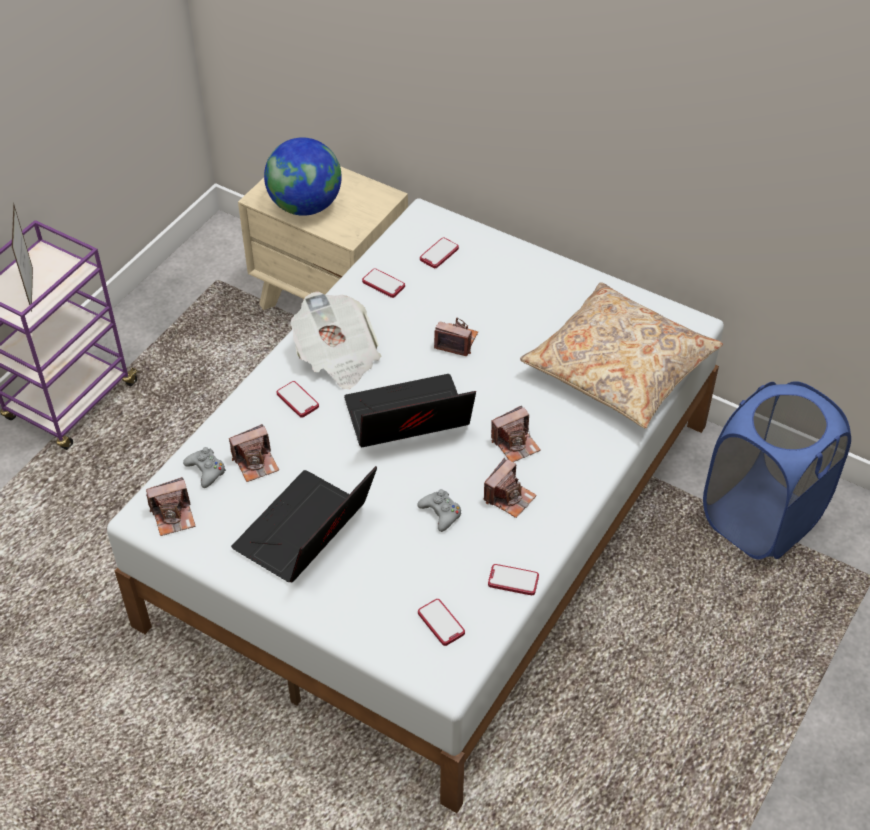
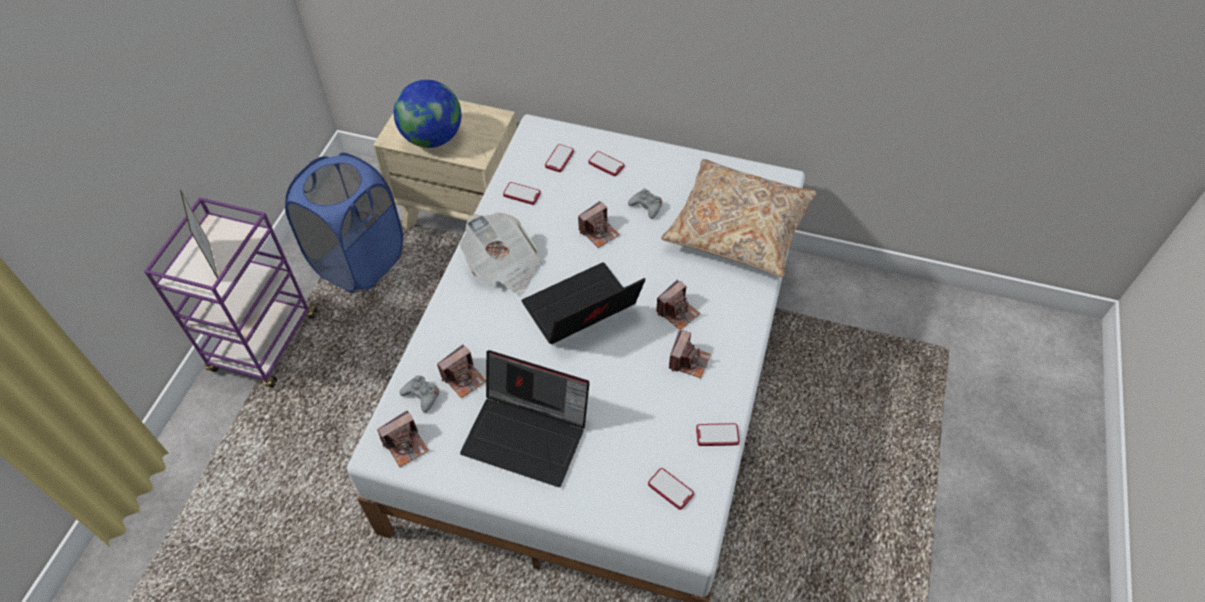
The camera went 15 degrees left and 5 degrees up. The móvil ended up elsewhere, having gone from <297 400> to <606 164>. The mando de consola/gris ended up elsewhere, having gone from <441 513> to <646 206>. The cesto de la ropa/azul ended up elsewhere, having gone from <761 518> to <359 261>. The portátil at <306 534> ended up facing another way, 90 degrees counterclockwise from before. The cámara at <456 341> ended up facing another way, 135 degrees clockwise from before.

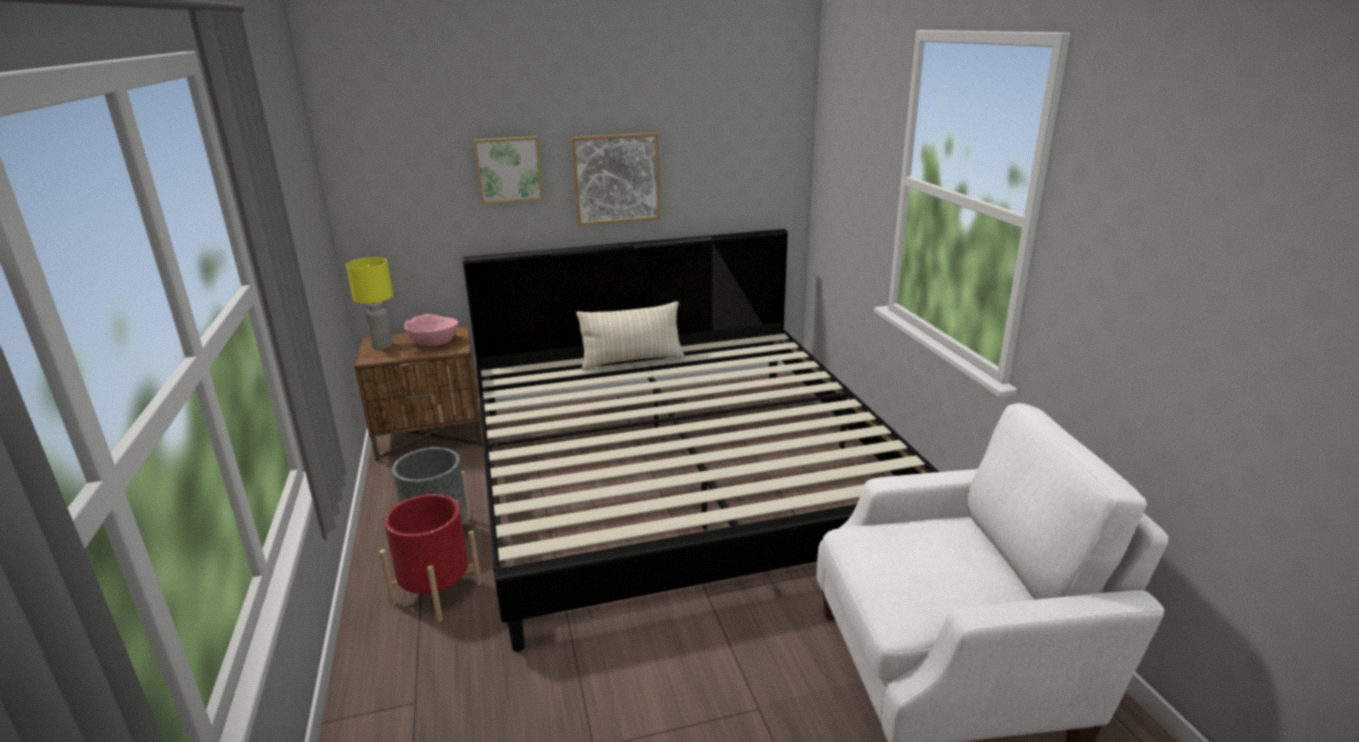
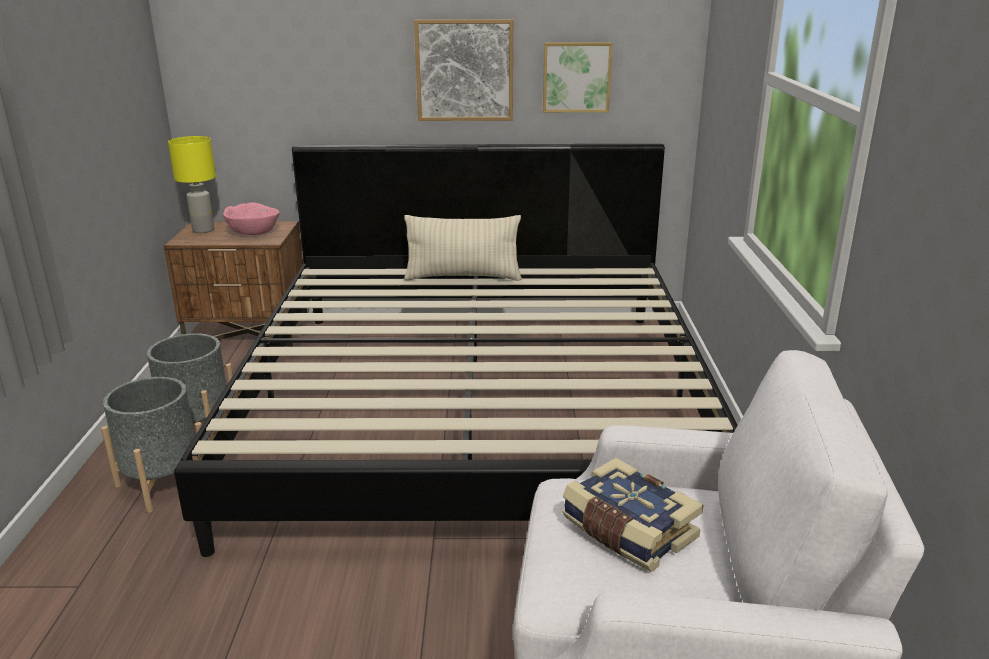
The camera went 15 degrees right and 0 degrees up. The second view gained the libro at <627 531>. The cuadro ended up elsewhere, having gone from <508 169> to <576 77>. What was the maceta/rojo at <436 593> turned into the maceta/gris at <163 483>.

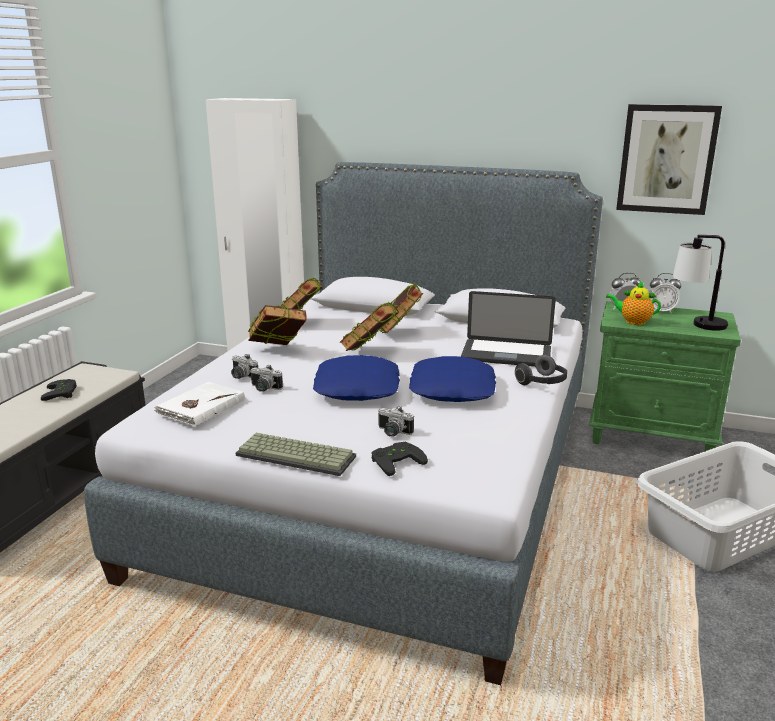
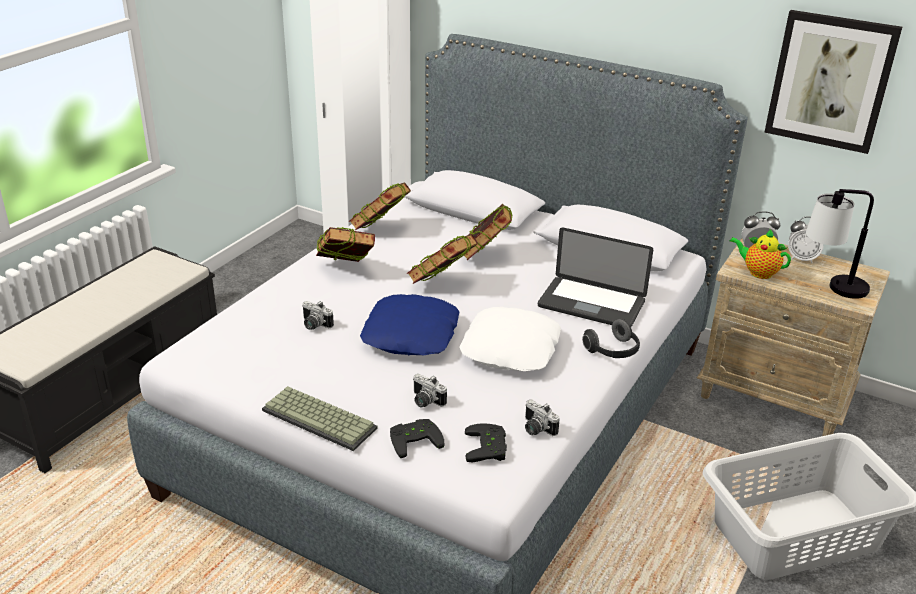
The camera went 10 degrees right and 10 degrees up. The second view lost the libro/blanco at <200 407>. The mando de consola/negro ended up elsewhere, having gone from <62 393> to <489 447>. The cámara ended up elsewhere, having gone from <241 376> to <536 429>. What was the cojín/azul at <453 389> turned into the cojín/blanco at <511 349>. What was the mesita de noche/verde at <652 436> turned into the mesita de noche/beis at <775 396>.

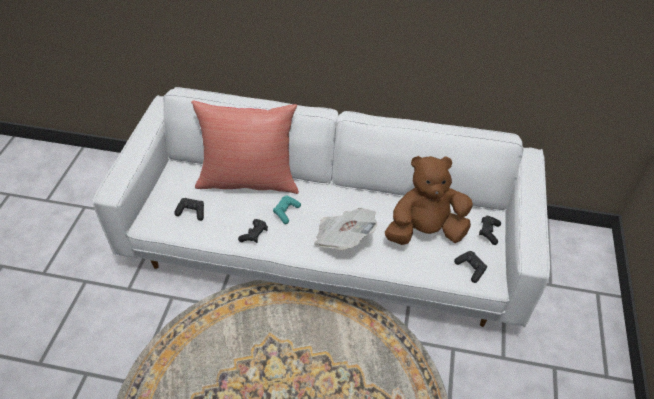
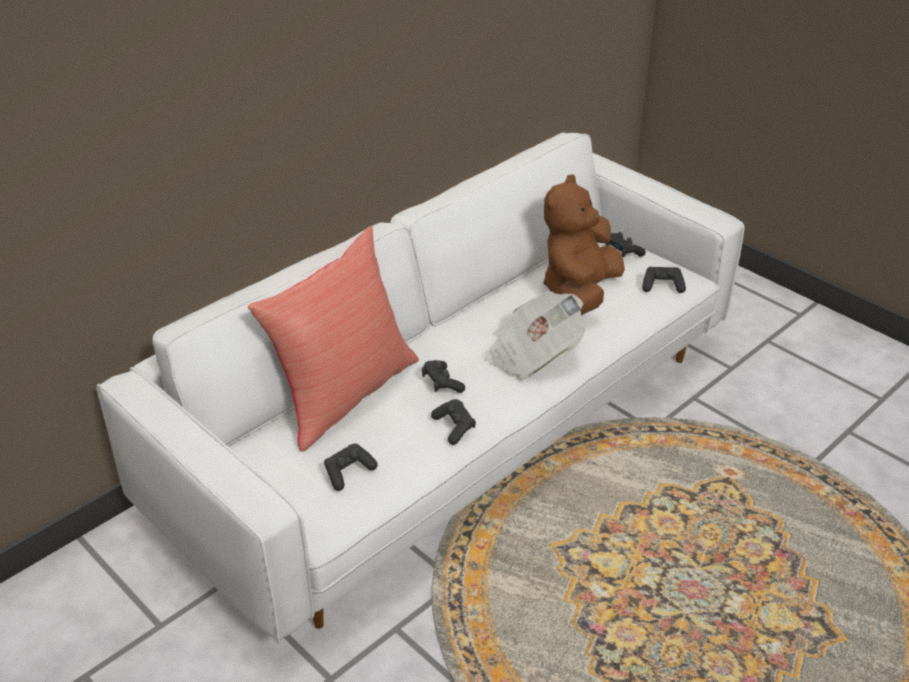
The camera went 55 degrees left and 10 degrees down. What was the mando de consola/turquesa at <286 212> turned into the mando de consola/negro at <441 383>.

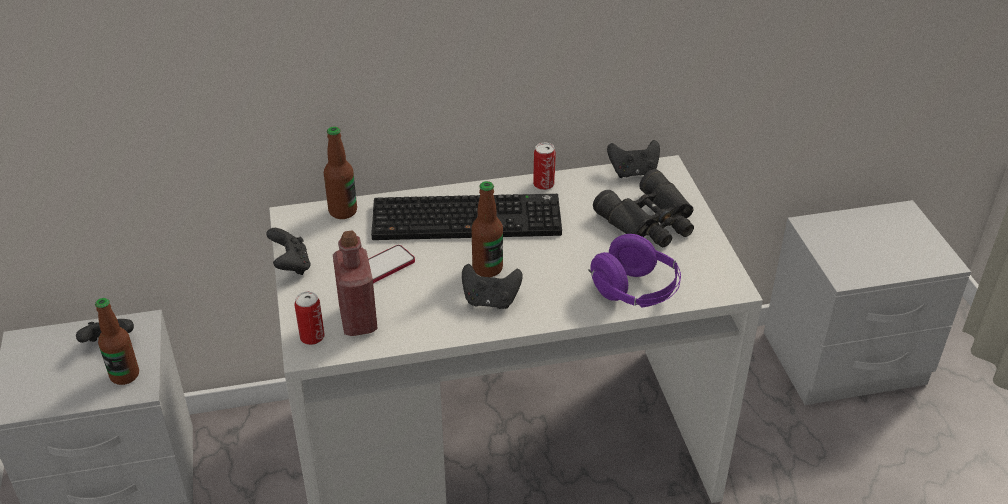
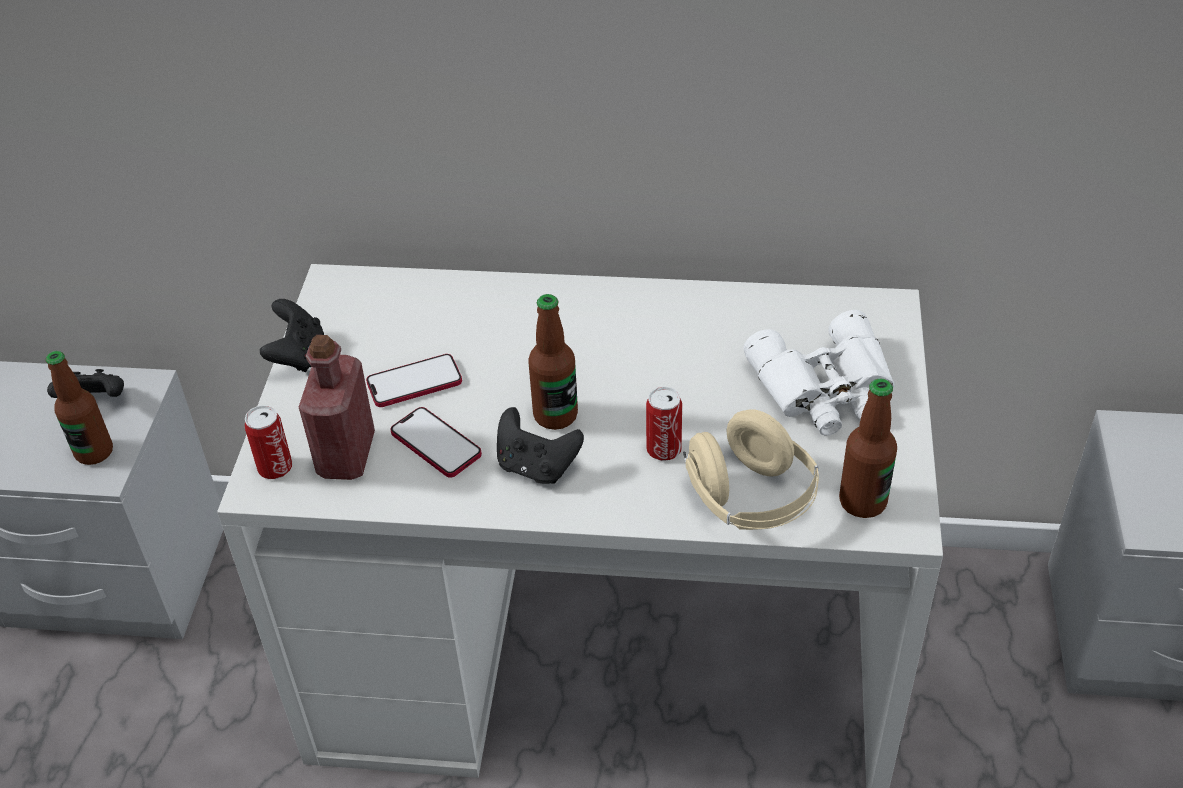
The camera went 20 degrees right and 5 degrees up. The second view lost the teclado at <468 218>. The second view lost the mando de consola/negro at <633 172>. The second view gained the móvil at <436 444>. The botella ended up elsewhere, having gone from <343 211> to <862 502>. The lata ended up elsewhere, having gone from <543 184> to <663 449>. What was the auriculares/morado at <634 292> turned into the auriculares/beis at <750 499>. What was the prismáticos/negro at <650 221> turned into the prismáticos/blanco at <826 389>.

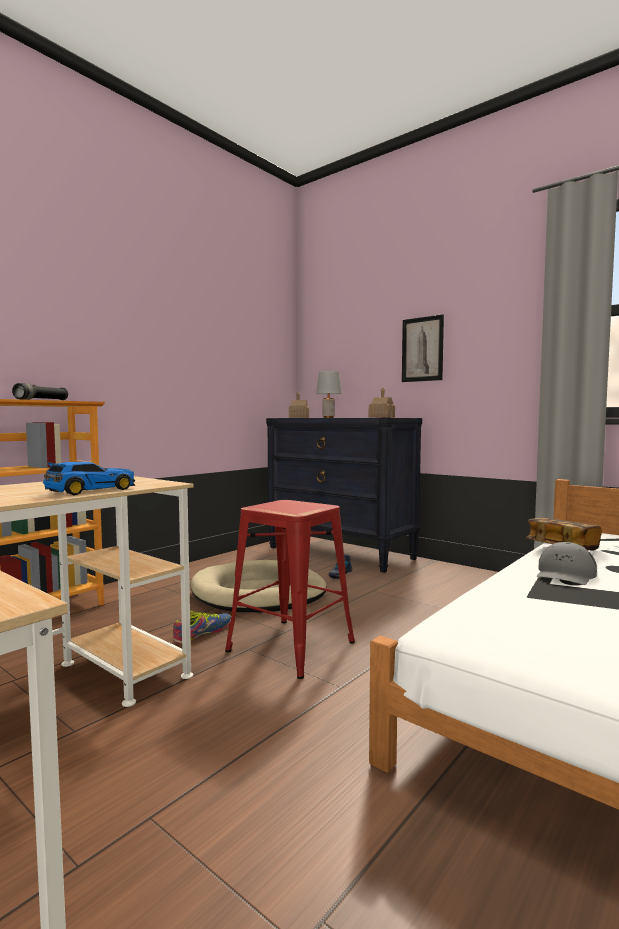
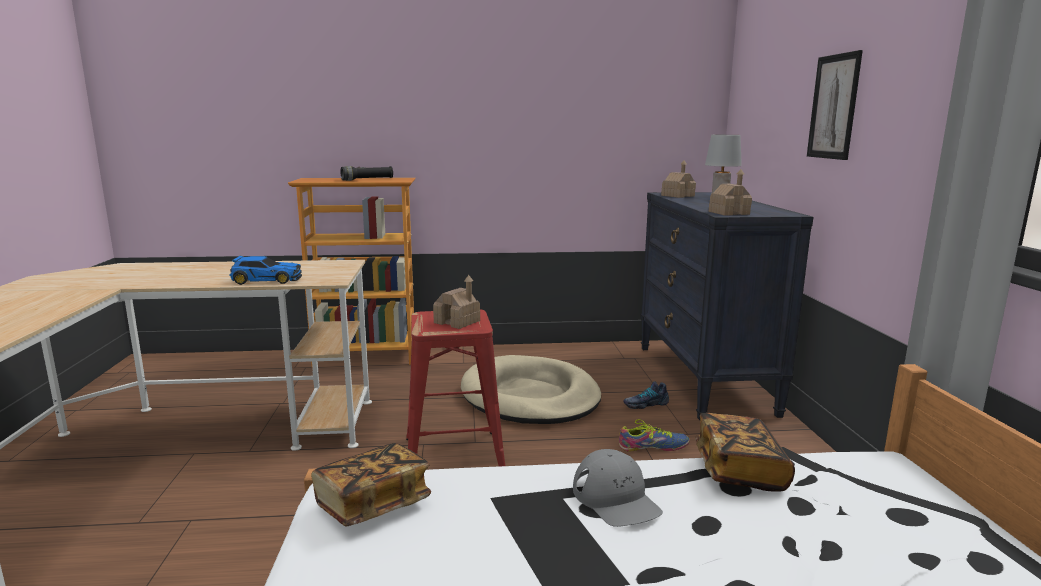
The camera went 45 degrees right and 10 degrees up. The second view gained the libro at <372 504>. The second view gained the casita at <457 322>. The zapato ended up elsewhere, having gone from <202 633> to <652 446>. The gorra/gris at <565 574> ended up facing another way, 105 degrees counterclockwise from before.

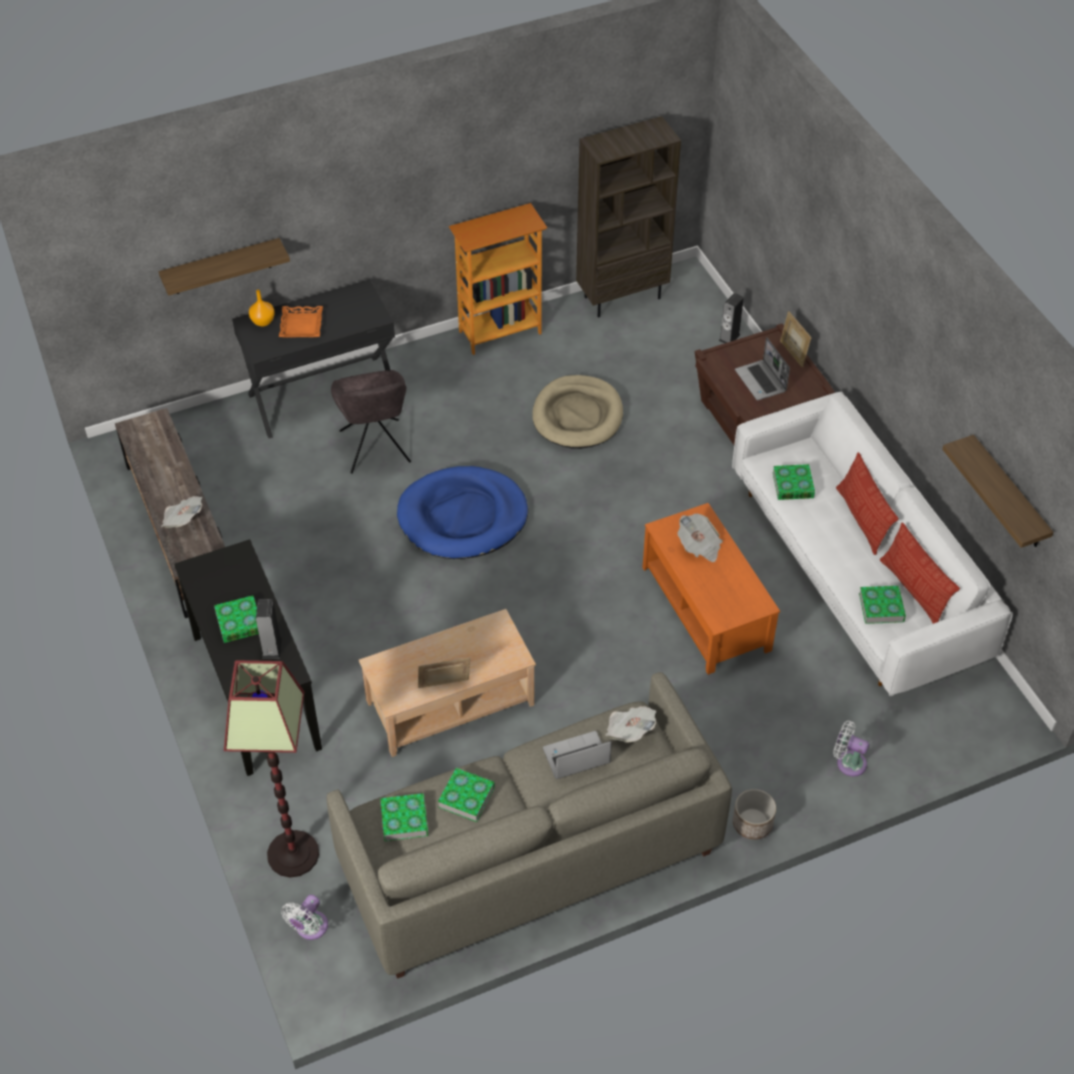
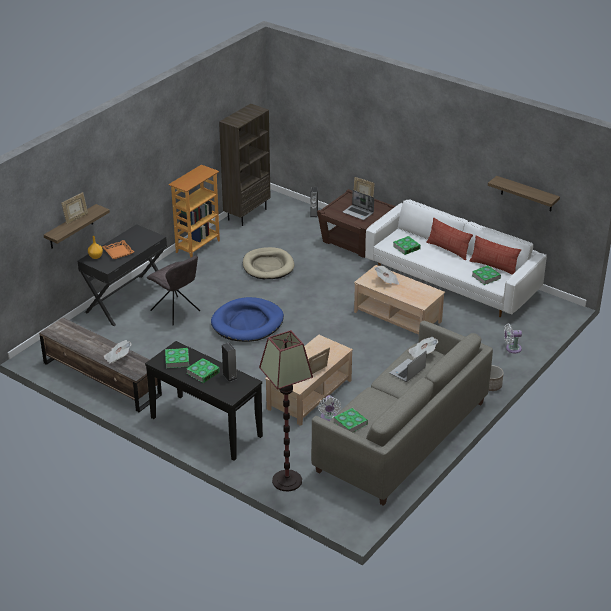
The camera went 30 degrees left and 15 degrees down. The second view gained the portarretratos at <76 218>. The ventilador/blanco ended up elsewhere, having gone from <309 928> to <329 418>. The libro ended up elsewhere, having gone from <466 797> to <177 360>. What was the mesa de centro/naranja at <707 608> turned into the mesa de centro/beis at <398 316>.

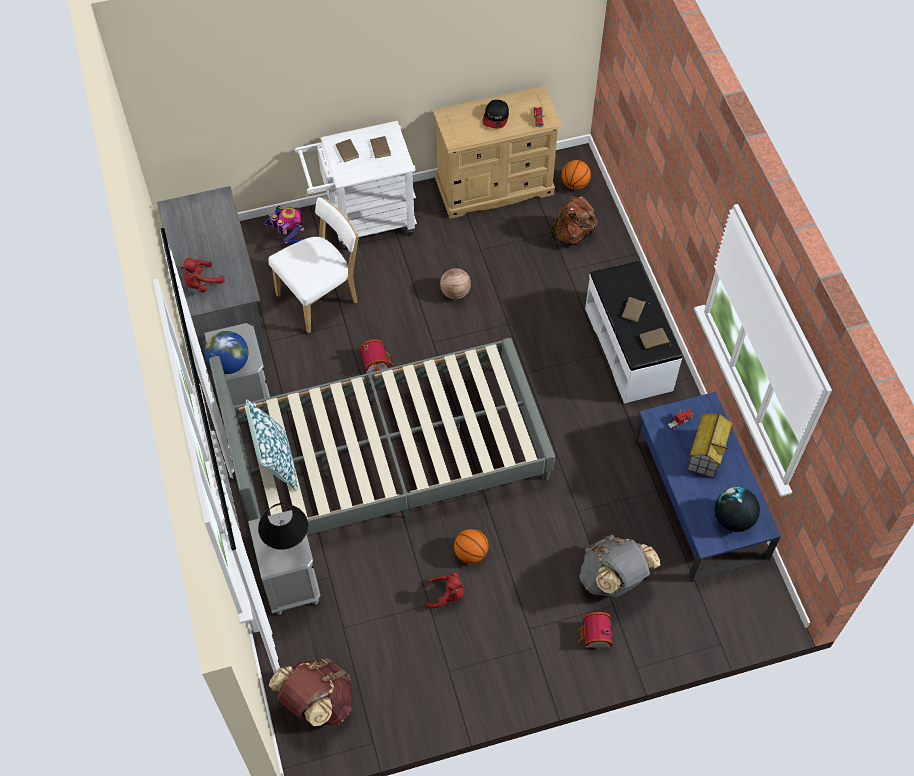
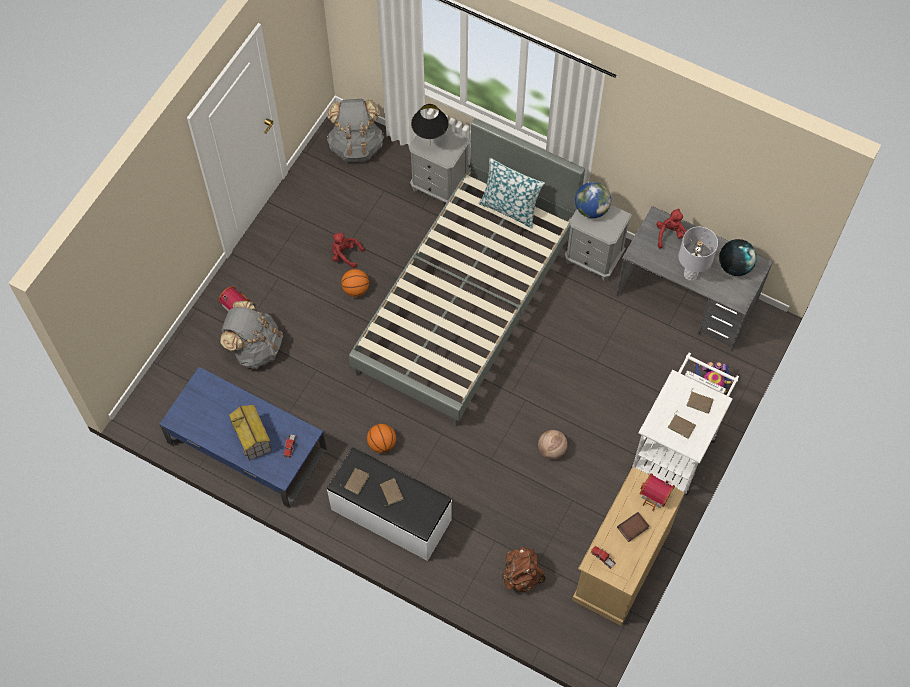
The camera went 135 degrees right and 5 degrees up. The second view lost the silla/blanco at <321 297>. The second view gained the lámpara de mesa/gris at <690 274>. The casita ended up elsewhere, having gone from <376 362> to <655 496>. The balón de baloncesto ended up elsewhere, having gone from <575 184> to <382 443>. The globo terráqueo ended up elsewhere, having gone from <733 519> to <734 266>. Where the gorra stood at <496 117>, the libro came to stand at <633 528>. What was the mochila/marrón at <317 702> turned into the mochila/gris at <356 145>. The peluche/rojo at <447 595> ended up facing another way, 60 degrees clockwise from before.

